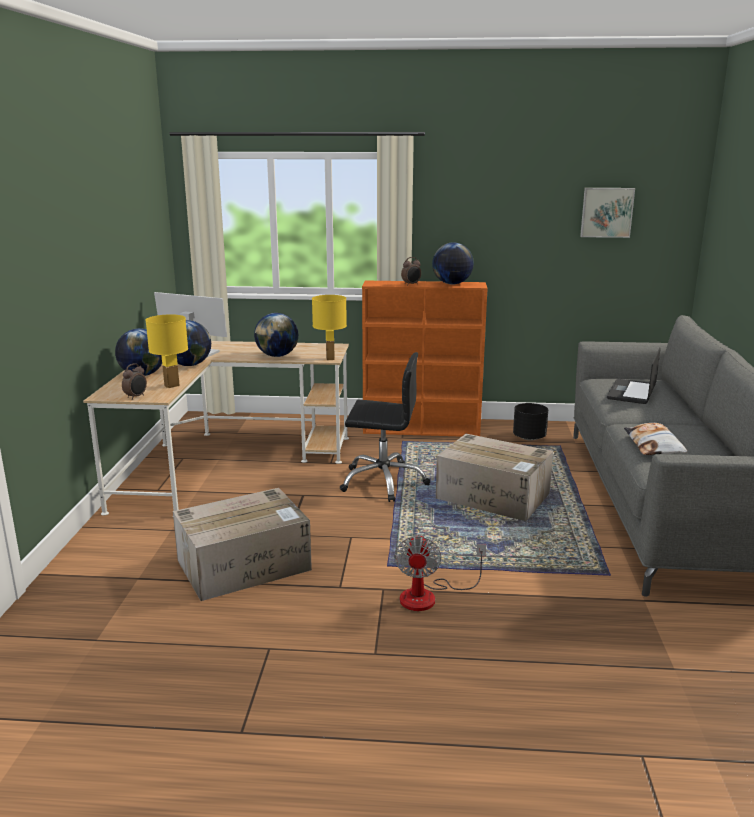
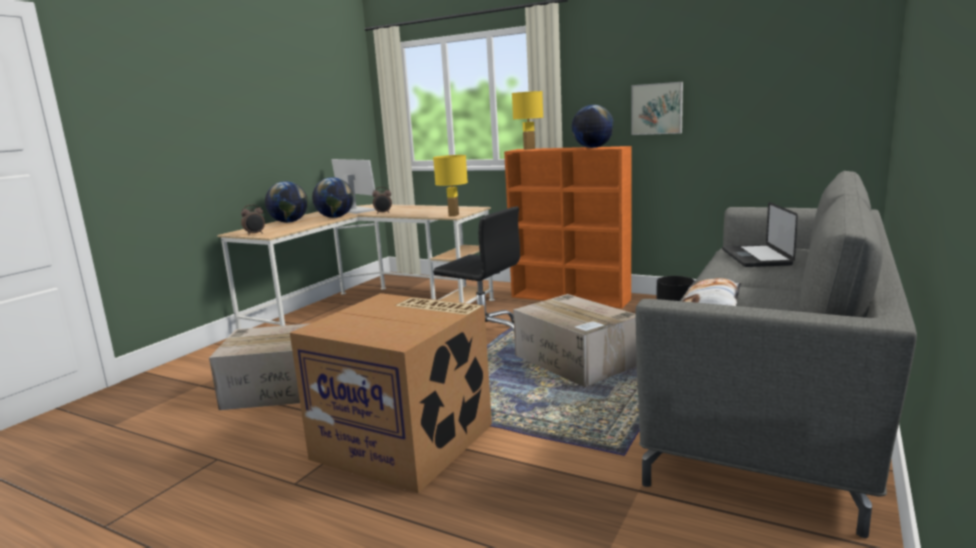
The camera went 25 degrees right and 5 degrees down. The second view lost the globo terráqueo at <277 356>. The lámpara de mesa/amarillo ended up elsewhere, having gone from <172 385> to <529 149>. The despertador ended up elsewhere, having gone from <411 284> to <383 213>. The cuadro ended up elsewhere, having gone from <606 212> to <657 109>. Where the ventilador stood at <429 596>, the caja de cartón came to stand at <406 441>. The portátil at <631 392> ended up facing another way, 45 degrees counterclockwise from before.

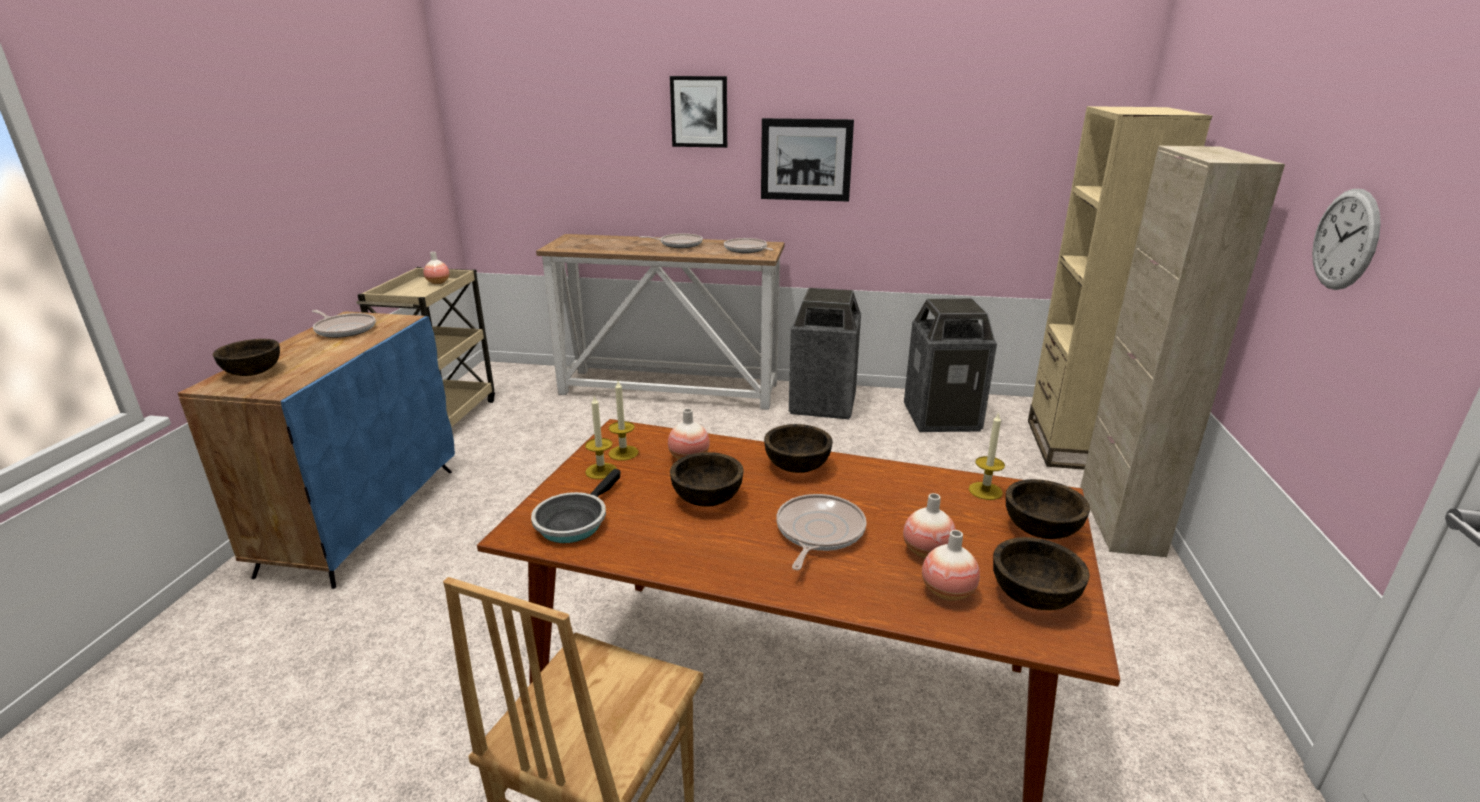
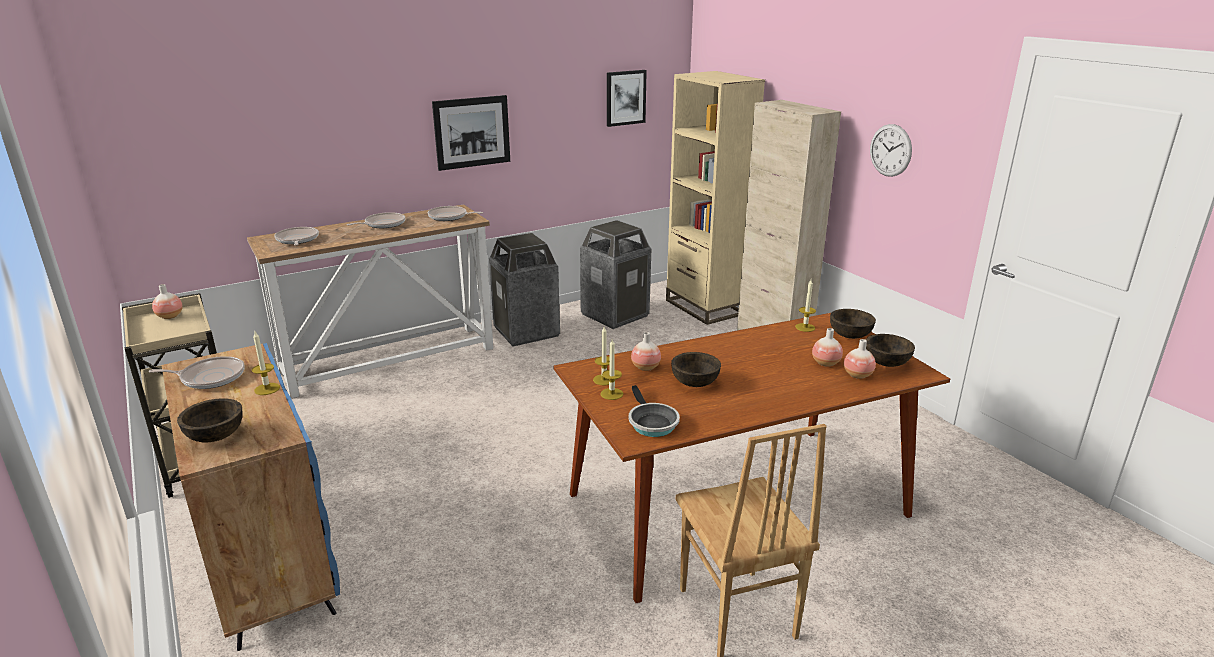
The camera went 40 degrees left and 0 degrees up. The second view lost the cuenco/marrón at <797 466>. The second view gained the vela at <267 389>. The cuadro ended up elsewhere, having gone from <699 112> to <625 98>. The sartén ended up elsewhere, having gone from <818 532> to <297 240>.

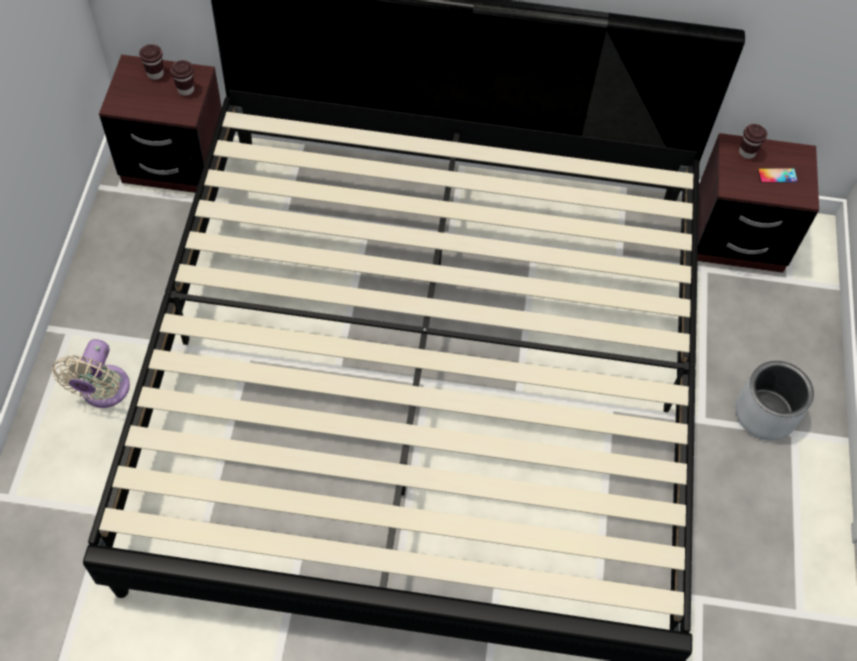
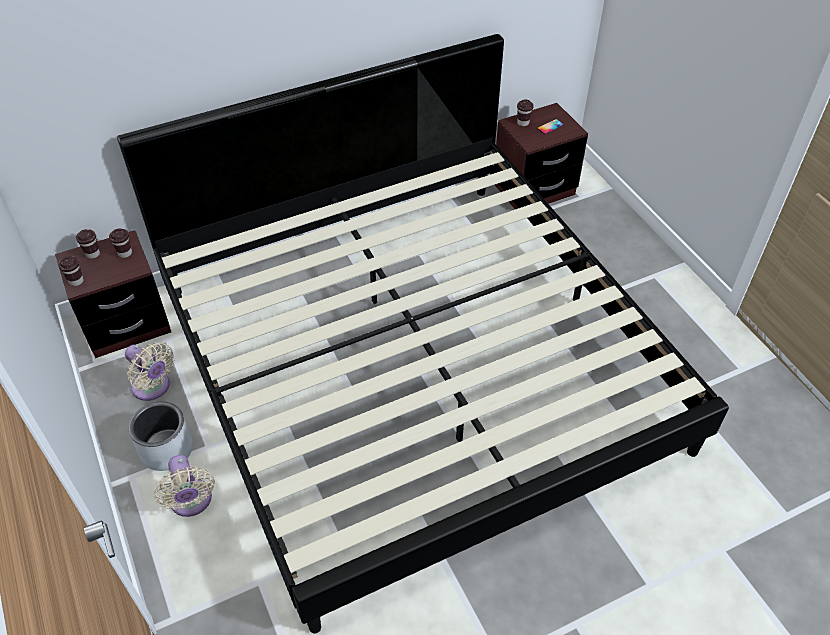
The camera went 30 degrees left and 10 degrees down. The second view gained the taza/marrón at <76 281>. The second view gained the ventilador/beis at <153 387>. The maceta/gris ended up elsewhere, having gone from <765 414> to <167 449>.

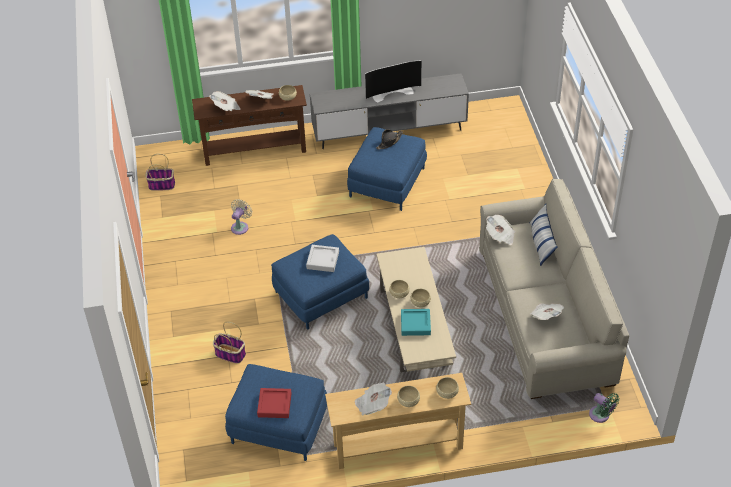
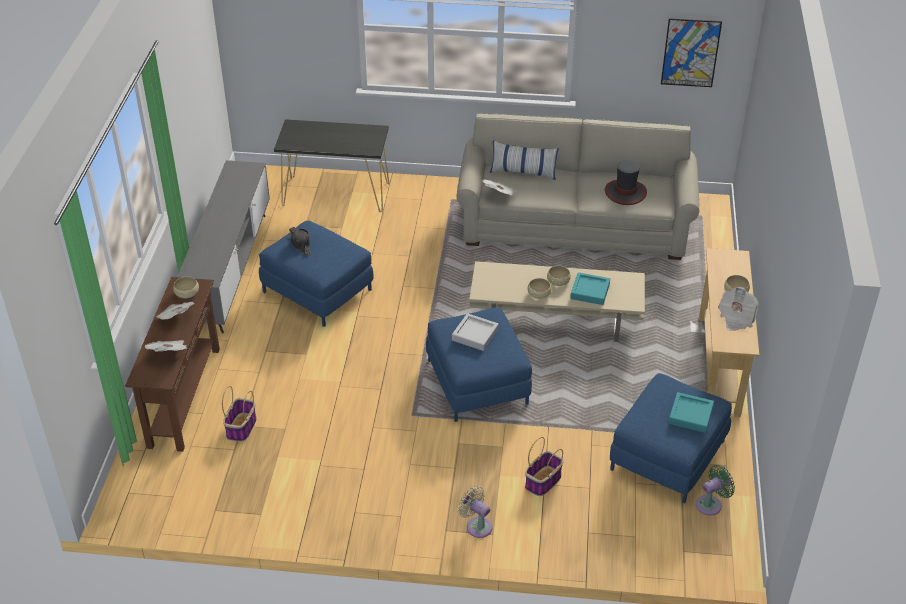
The camera went 75 degrees left and 5 degrees down. The second view lost the televisor at <392 92>. The second view lost the cuenco/beis at <447 392>. The second view gained the mesa consola/negro at <336 194>. The second view gained the cuadro at <690 53>. The cesta ended up elsewhere, having gone from <161 185> to <241 428>. The ventilador/beis ended up elsewhere, having gone from <240 227> to <477 525>. The ventilador/verde ended up elsewhere, having gone from <601 416> to <711 504>. Where the periódico stood at <546 316>, the sombrero came to stand at <625 192>. What was the bandeja/rojo at <274 405> turned into the bandeja/turquesa at <690 415>.

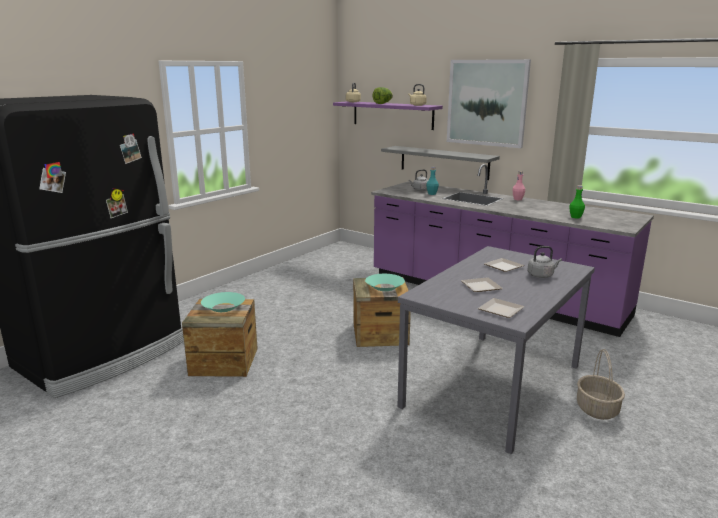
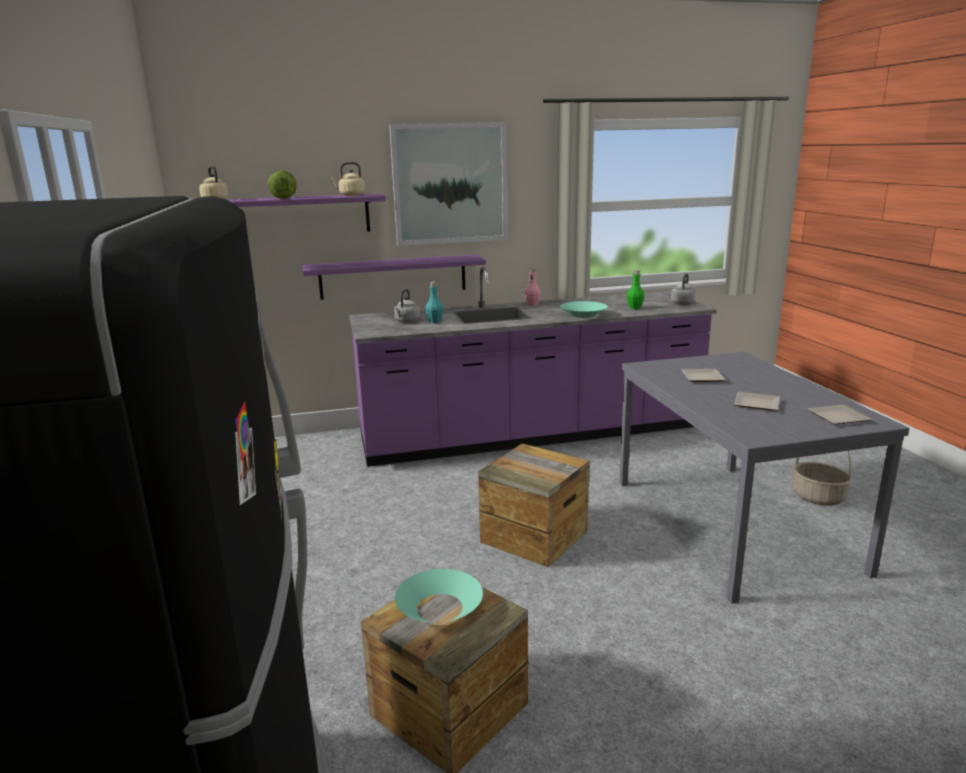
The camera went 50 degrees left and 0 degrees up. The cuenco/turquesa ended up elsewhere, having gone from <385 287> to <583 314>. The hervidor/gris ended up elsewhere, having gone from <541 275> to <683 303>. What was the estante/gris at <443 162> turned into the estante/morado at <393 276>.

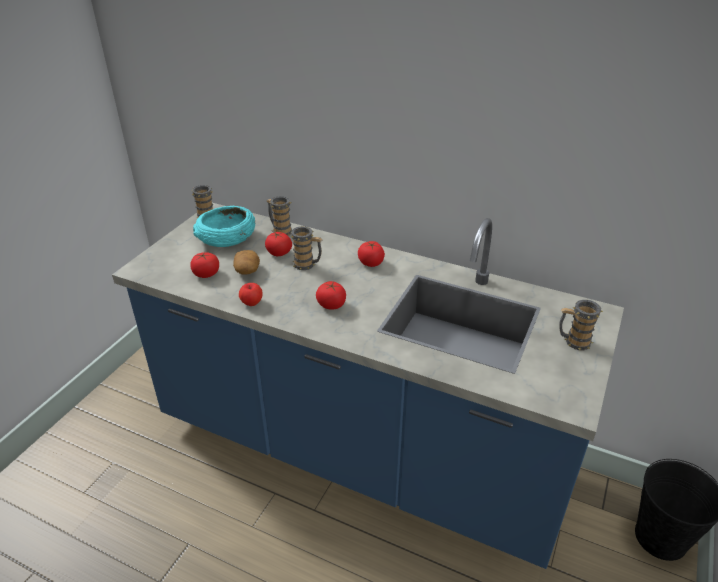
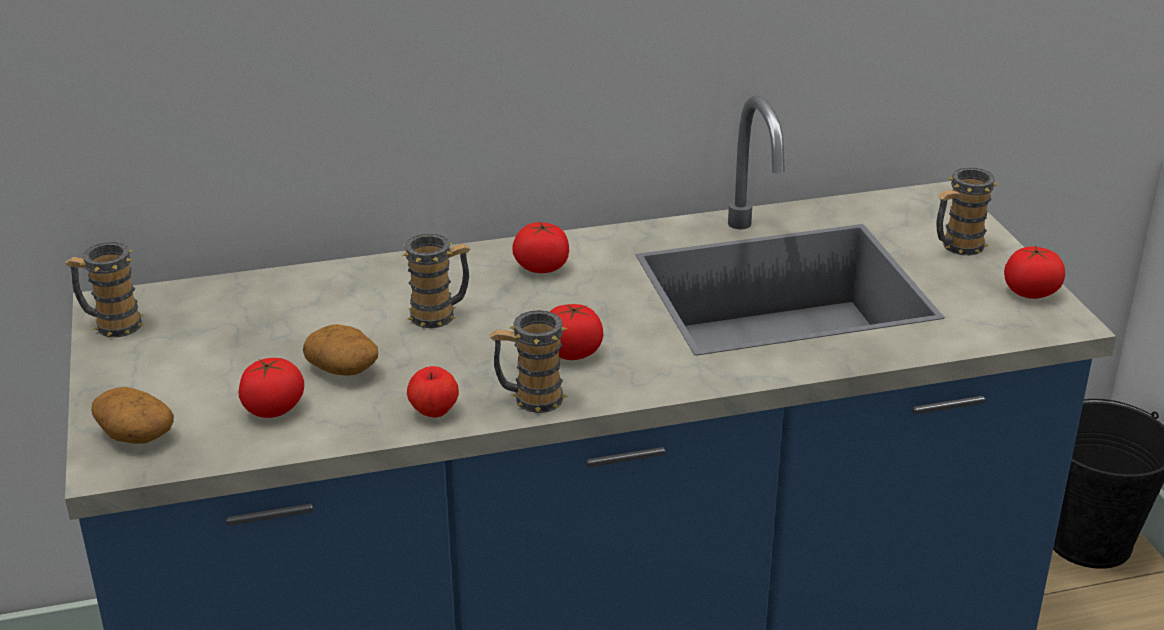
The camera went 40 degrees left and 5 degrees down. The second view lost the cuenco/turquesa at <227 238>. The second view gained the patata at <134 434>. The tomate ended up elsewhere, having gone from <279 253> to <1031 292>. The taza grande ended up elsewhere, having gone from <280 231> to <529 398>.

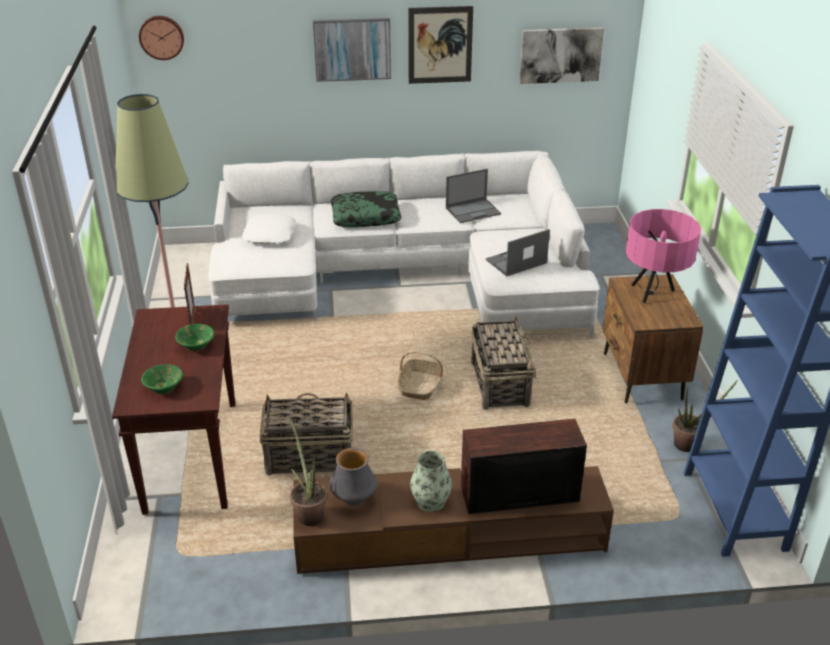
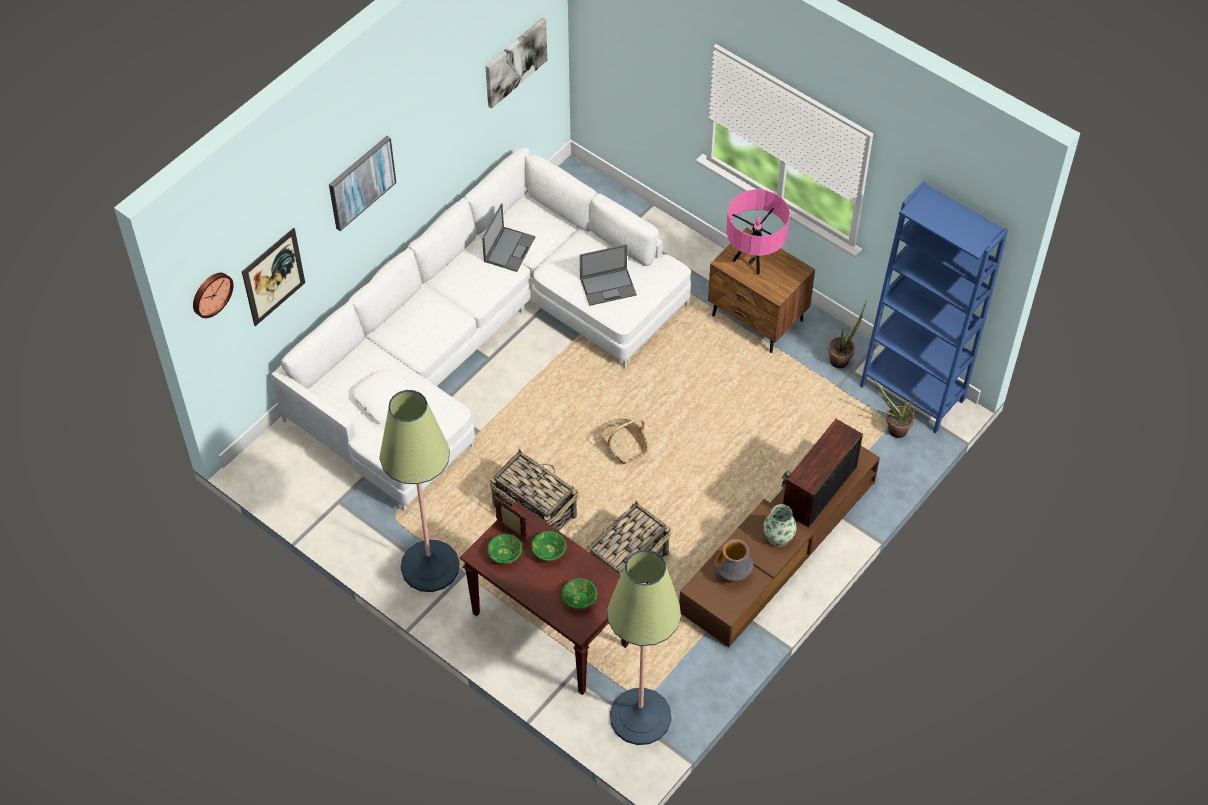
The camera went 45 degrees left and 20 degrees up. The second view lost the cojín at <365 216>. The second view gained the cuenco/verde at <505 554>. The second view gained the lámpara de pie at <640 717>. The planta en maceta ended up elsewhere, having gone from <308 512> to <893 428>. The cuadro ended up elsewhere, having gone from <440 45> to <273 276>. The cesta ended up elsewhere, having gone from <499 383> to <534 510>. The portátil at <515 262> ended up facing another way, 120 degrees counterclockwise from before.

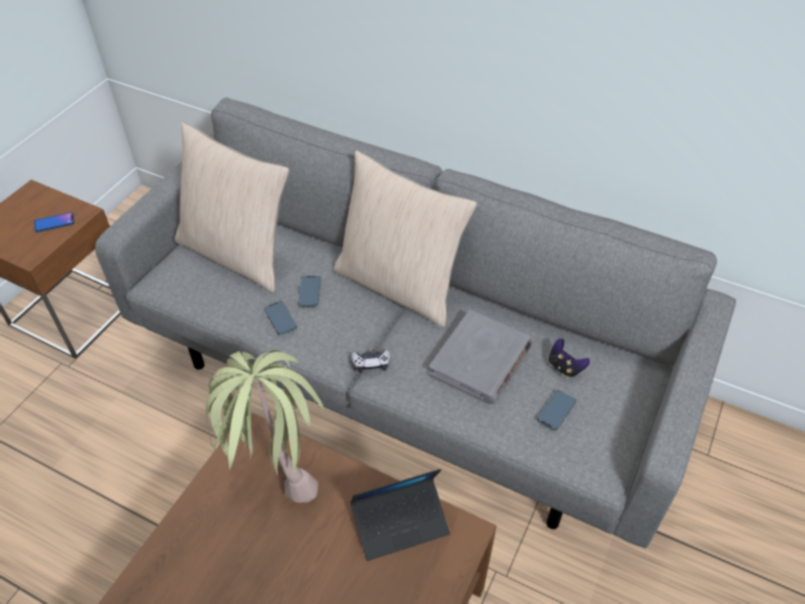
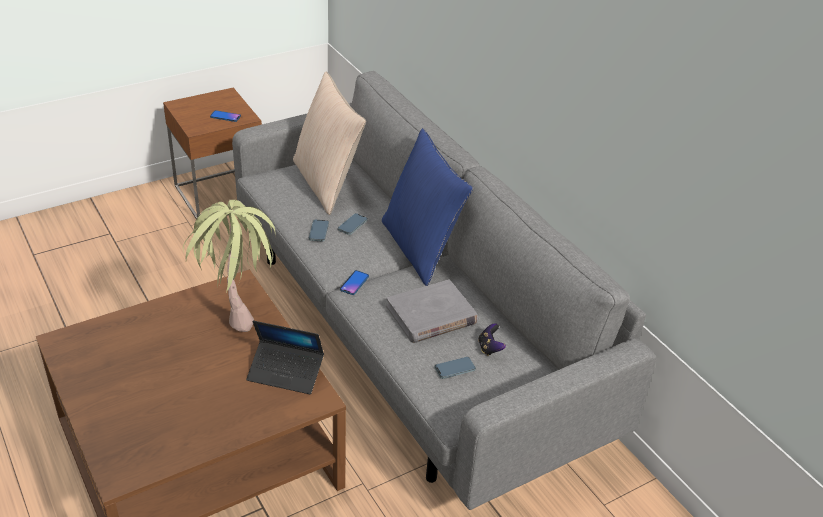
The camera went 30 degrees right and 10 degrees down. Where the mando de consola stood at <371 363>, the móvil came to stand at <354 283>. What was the cojín/beis at <399 285> turned into the cojín/azul at <420 248>.

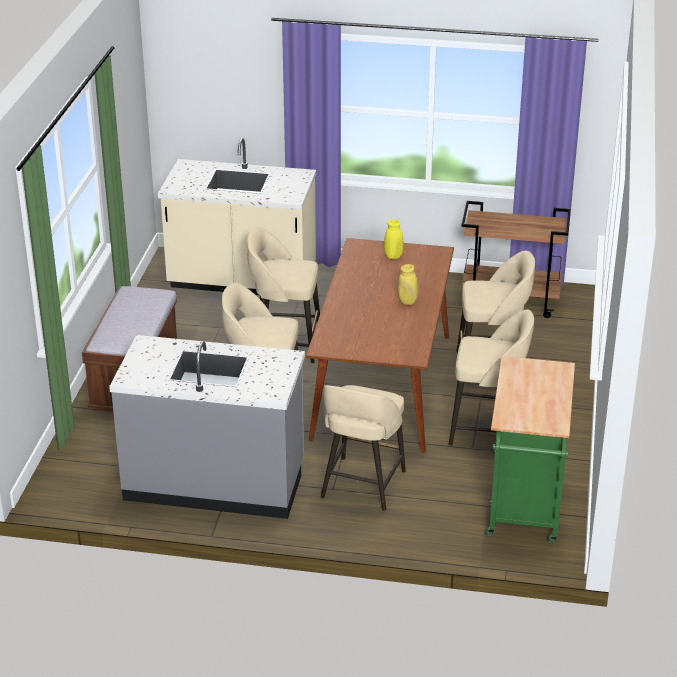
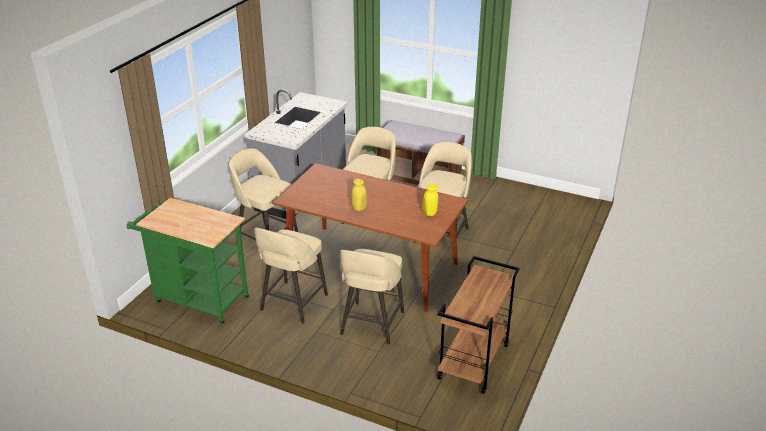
The camera went 105 degrees right and 0 degrees up. The second view lost the mueble bajo de cocina/beis at <242 282>.

